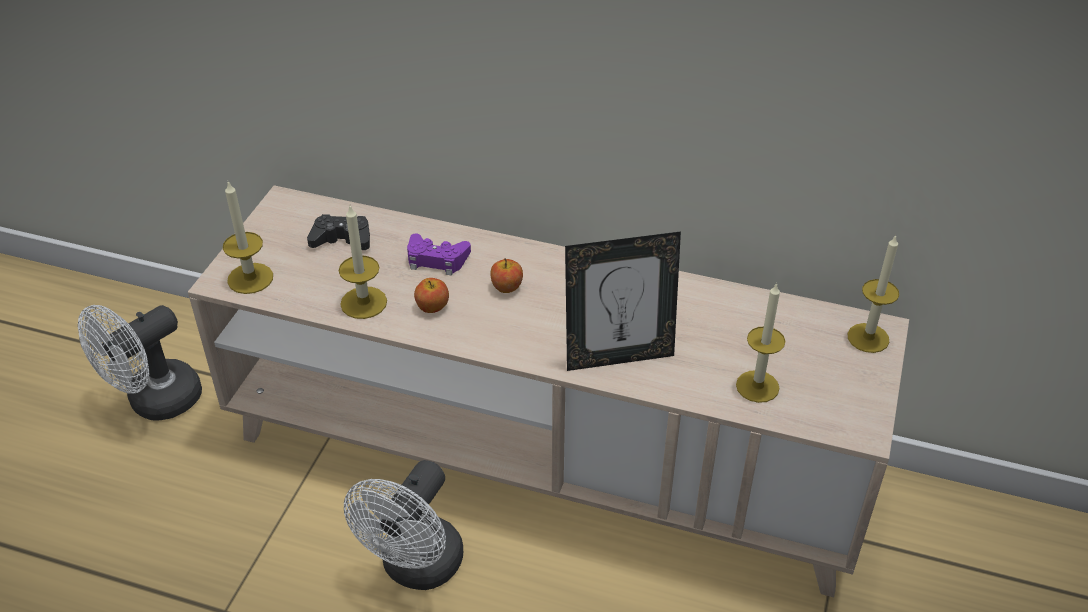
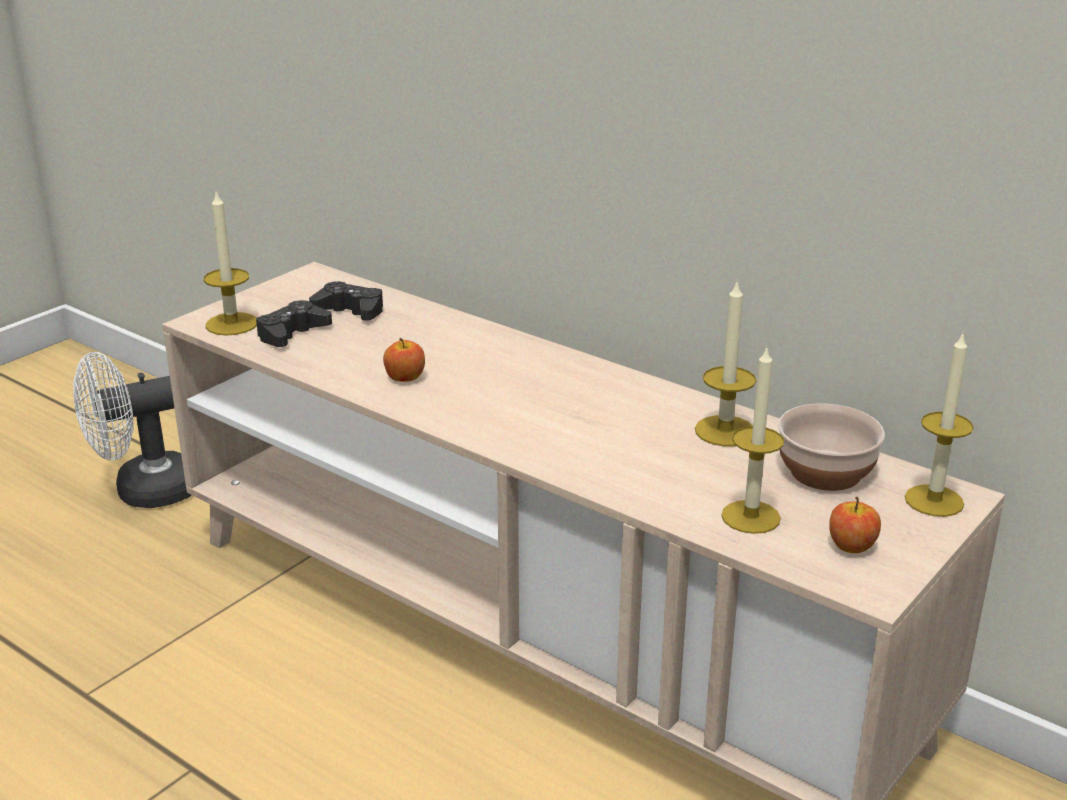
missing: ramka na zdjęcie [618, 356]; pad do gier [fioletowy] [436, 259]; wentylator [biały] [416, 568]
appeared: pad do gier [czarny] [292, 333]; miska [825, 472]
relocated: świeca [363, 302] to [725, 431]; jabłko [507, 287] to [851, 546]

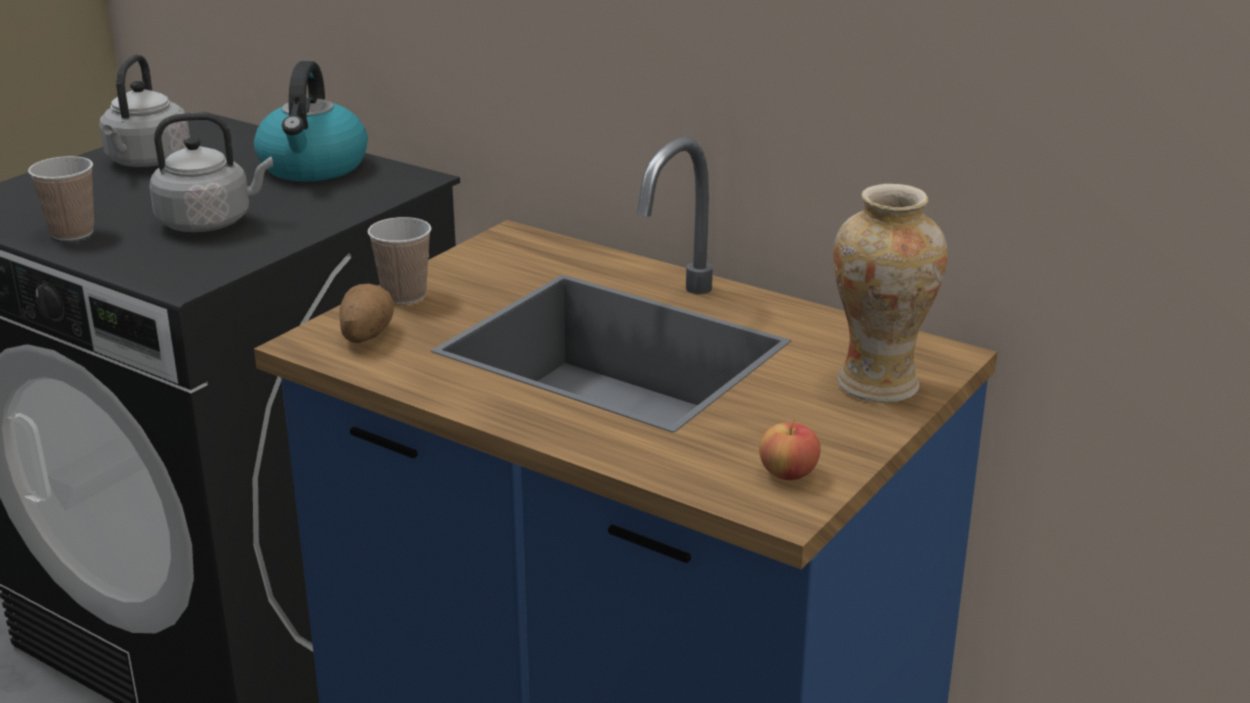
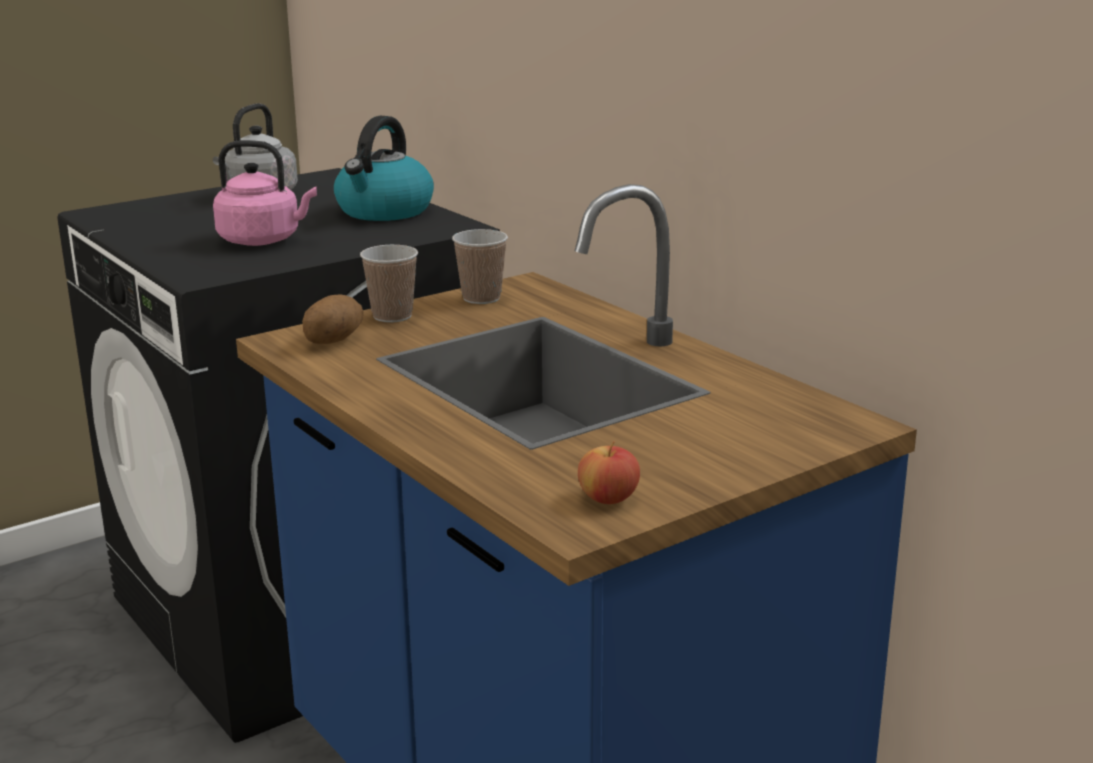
missing: wazon [878, 385]
relocated: filiżanka [72, 233] to [481, 298]
colour: czajnik [szary] [210, 222] to czajnik [różowy] [264, 240]

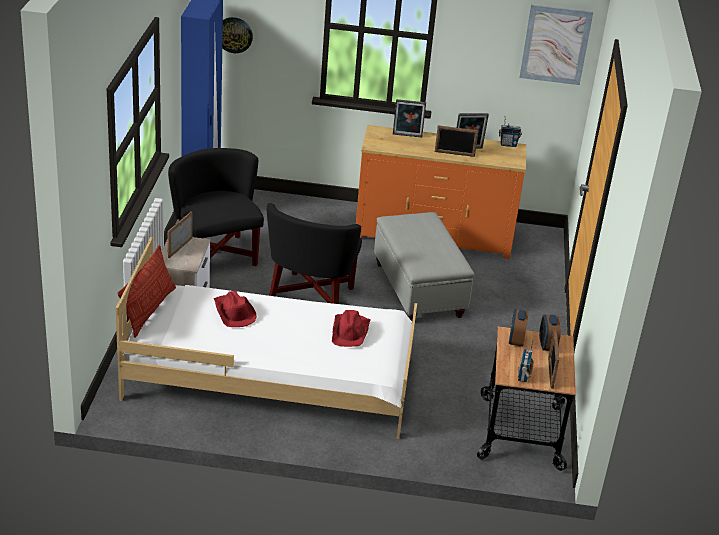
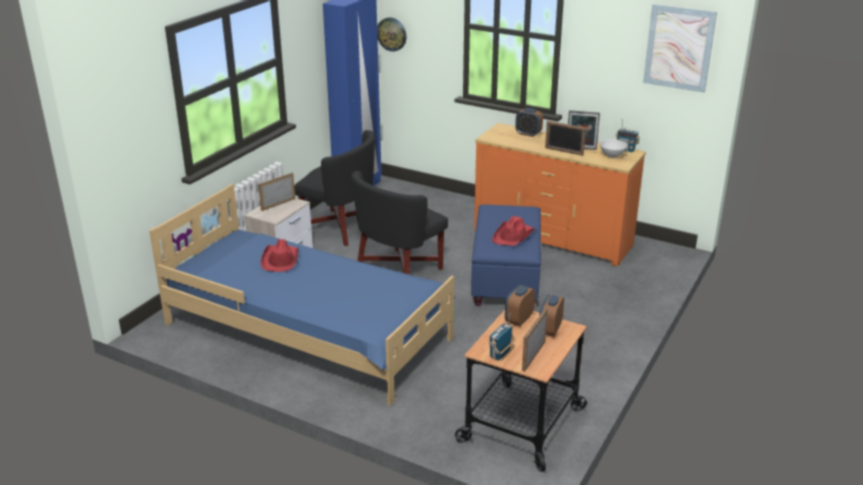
missing: poduszka [149, 310]
appeared: miska [biały] [612, 156]
relocated: kapelusz [czerwony] [350, 331] to [514, 236]
exchanged: ramka na zdjęcie [407, 136] to budzik [528, 134]
colour: pufa [szary] [419, 290] to pufa [niebieski] [505, 280]; łóżko [biały] [271, 379] to łóżko [niebieski] [309, 330]
spun: fotel [czarny] [217, 256] = [340, 227] 120 degrees clockwise

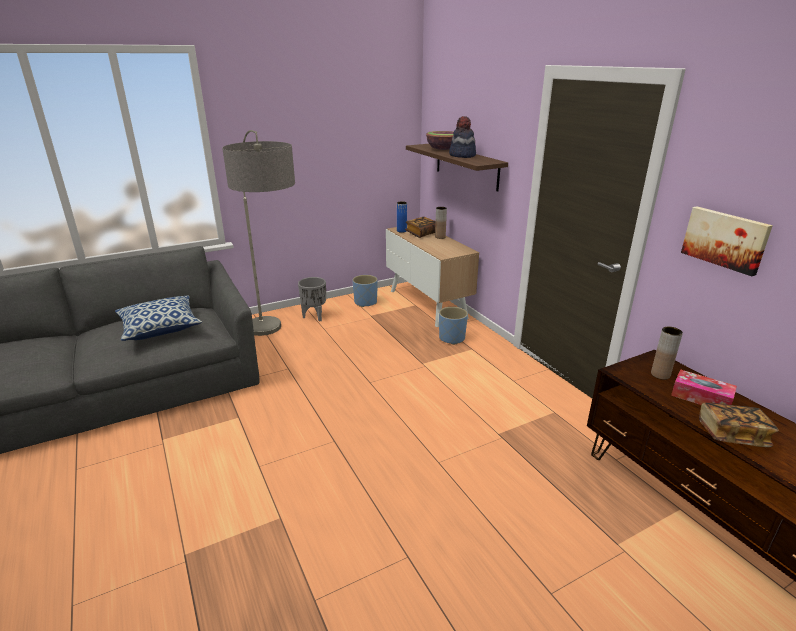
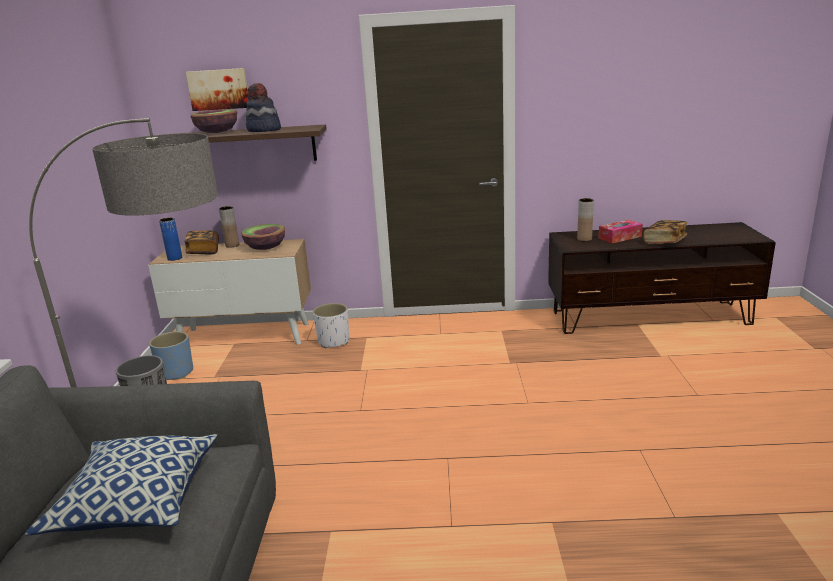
appeared: miska [265, 248]
relocated: obraz [725, 239] to [219, 89]
colour: donica [niebieski] [452, 338] to donica [biały] [334, 341]

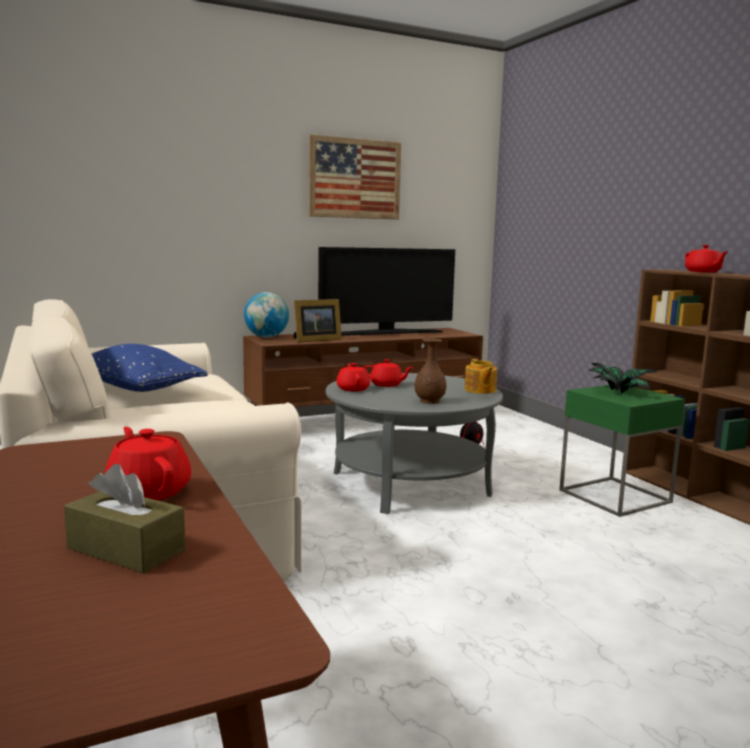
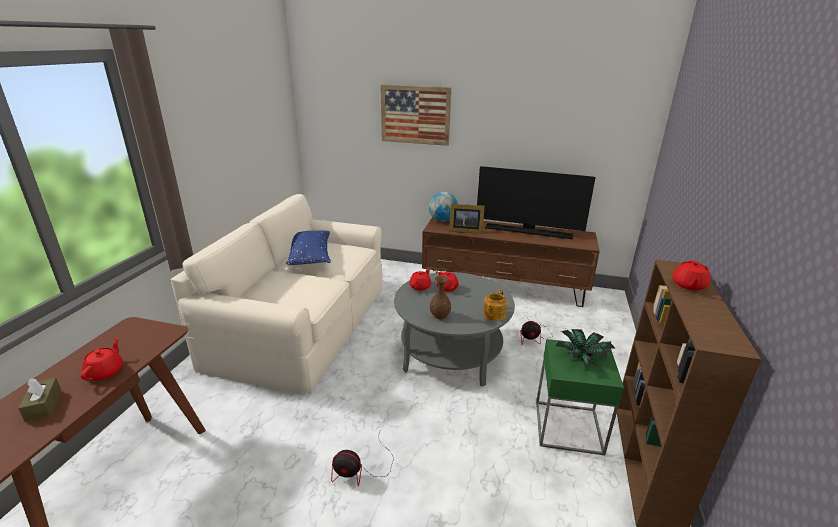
appeared: wentylator [360, 470]
relocated: obraz [355, 178] to [415, 115]

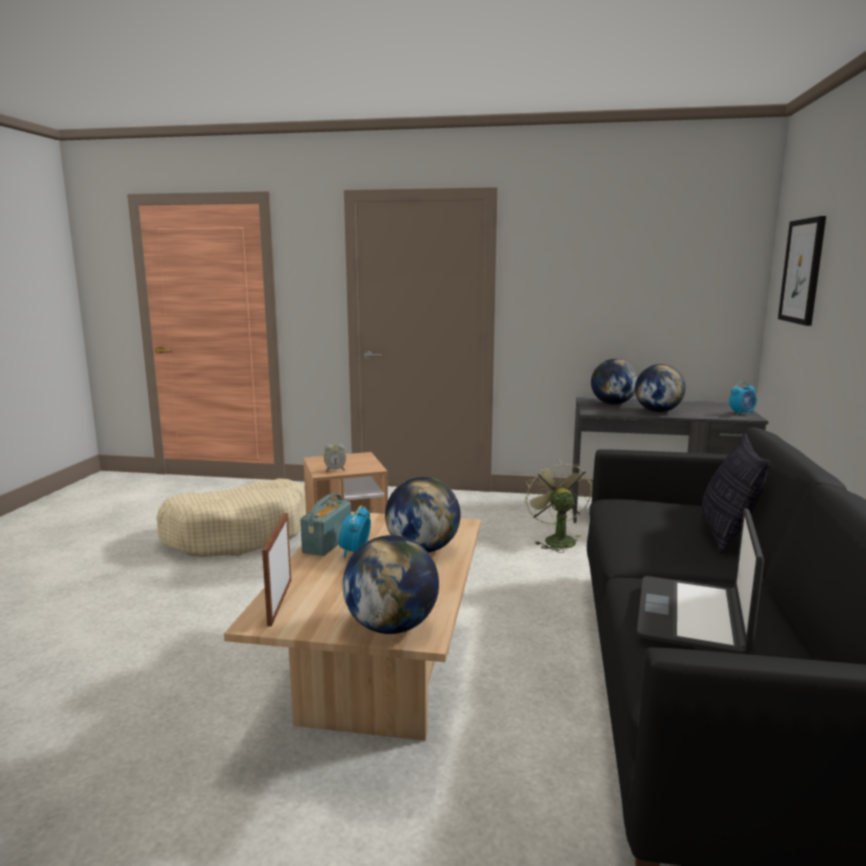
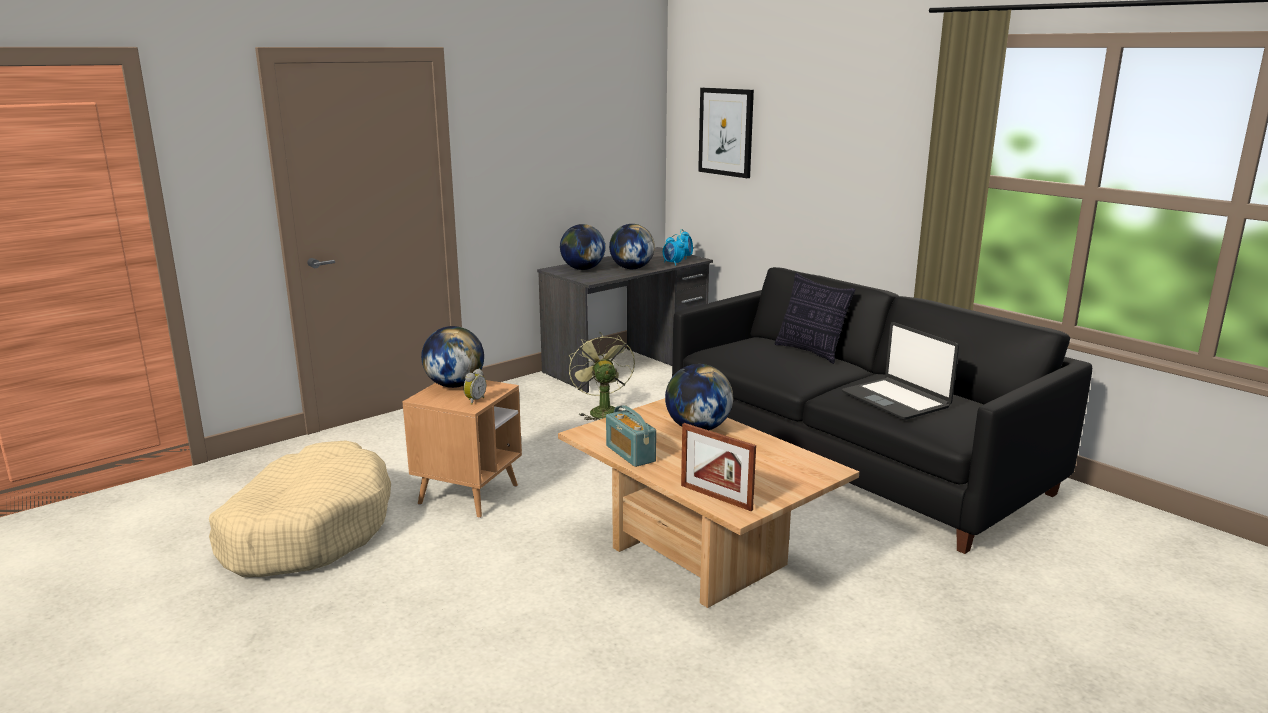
relocated: budzik [355, 553] to [673, 263]; globus [391, 627] to [454, 385]
spun: wentylator [zielony] [556, 540] = [601, 411] 45 degrees clockwise

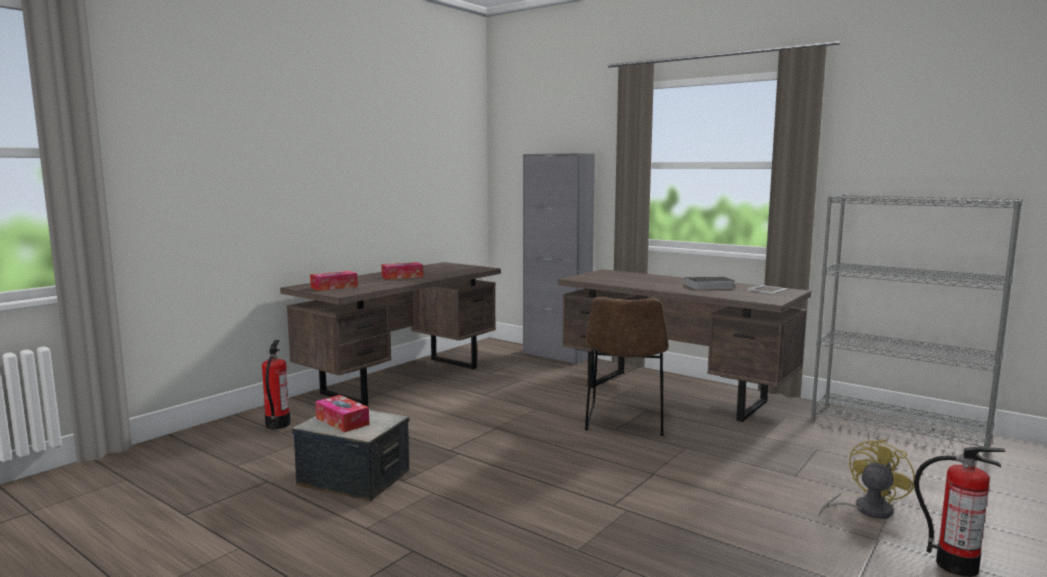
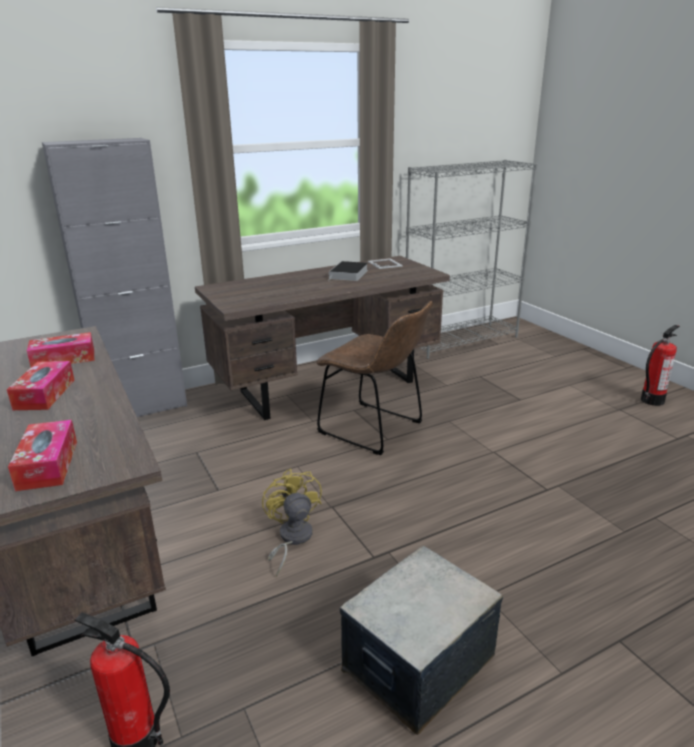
relocated: pudełko chusteczek [342, 421] to [63, 359]; wentylator [żółty] [865, 510] to [291, 539]

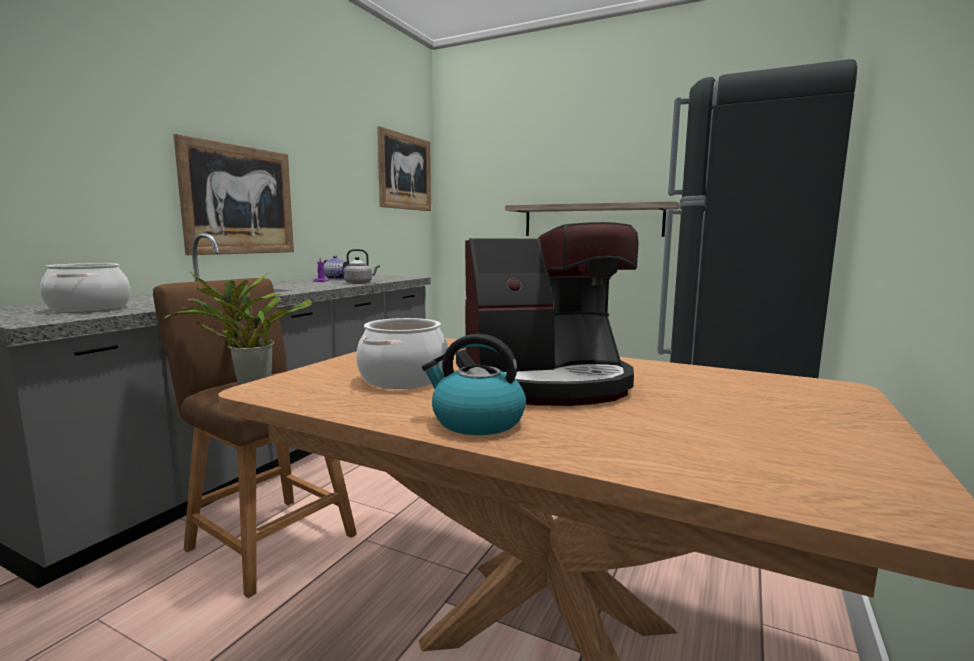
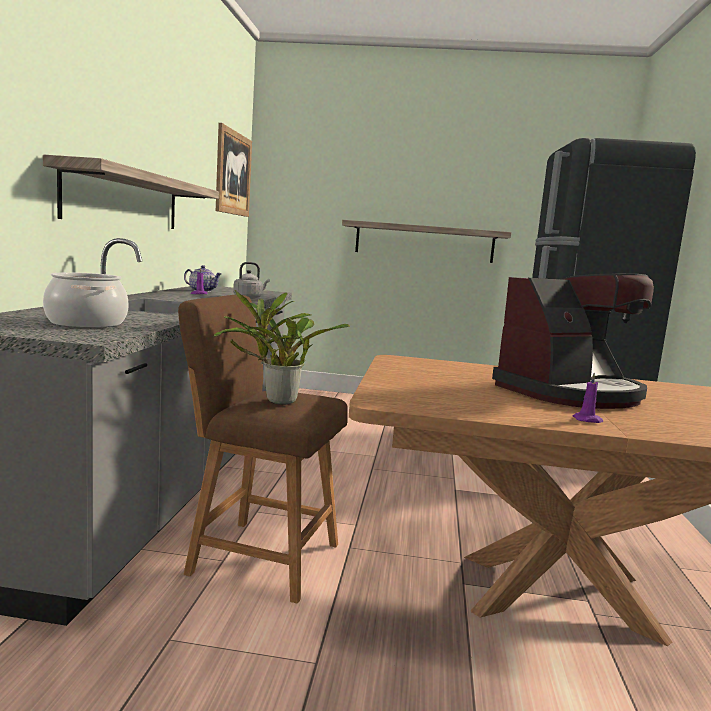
missing: garnek [404, 379]
exchanged: obraz [239, 200] to półka [125, 200]; czajnik [476, 421] to świeca [fioletowy] [588, 420]

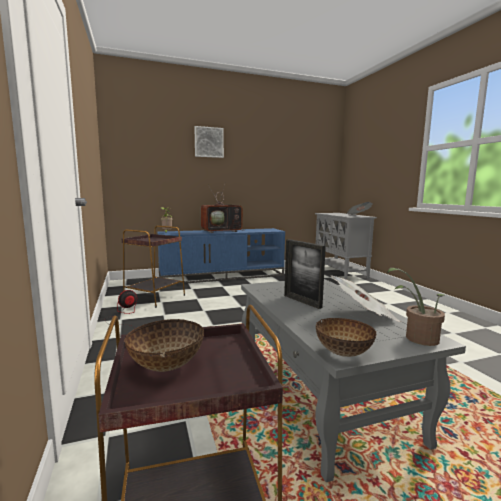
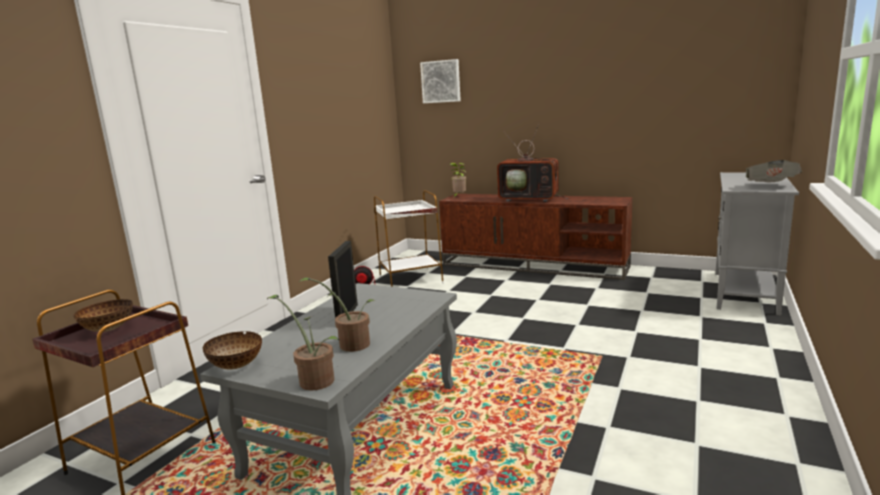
relocated: obraz [208, 142] to [441, 81]
exchanged: gazeta [364, 315] to roślina doniczkowa [350, 345]
colour: stolik [brązowy] [155, 297] to stolik [biały] [411, 280]; szafka pod telewizor [niebieski] [223, 276] to szafka pod telewizor [brązowy] [534, 265]

